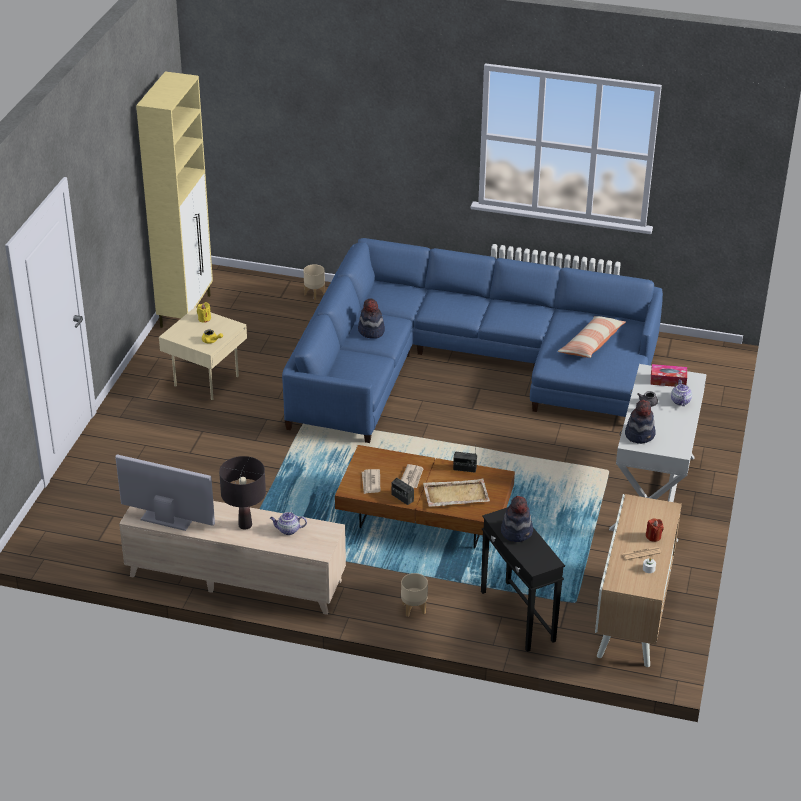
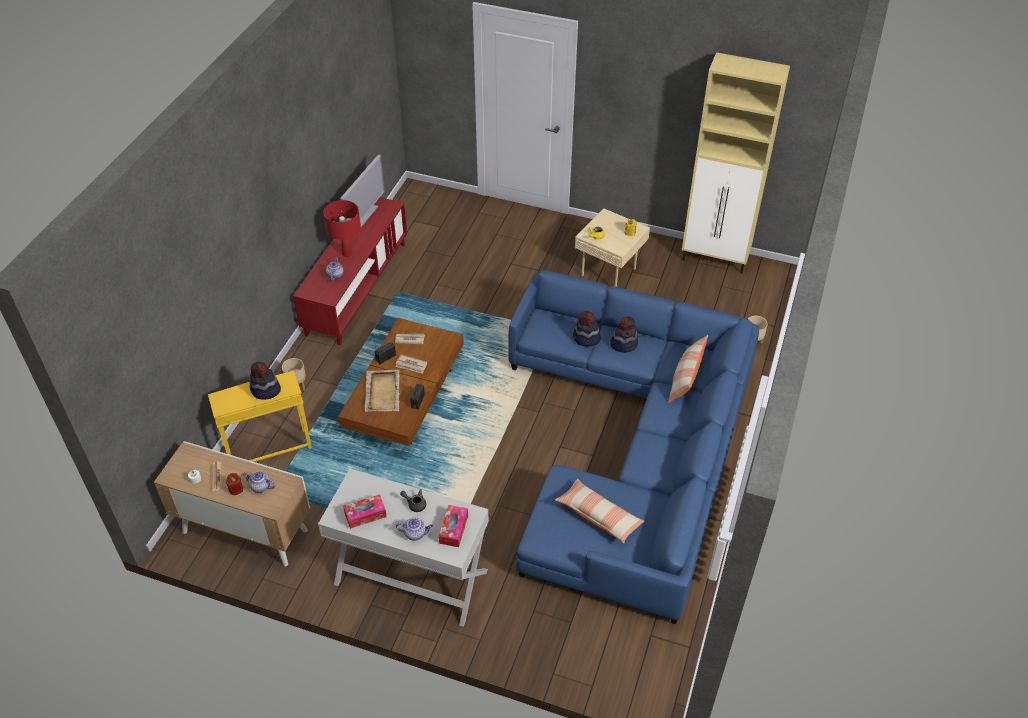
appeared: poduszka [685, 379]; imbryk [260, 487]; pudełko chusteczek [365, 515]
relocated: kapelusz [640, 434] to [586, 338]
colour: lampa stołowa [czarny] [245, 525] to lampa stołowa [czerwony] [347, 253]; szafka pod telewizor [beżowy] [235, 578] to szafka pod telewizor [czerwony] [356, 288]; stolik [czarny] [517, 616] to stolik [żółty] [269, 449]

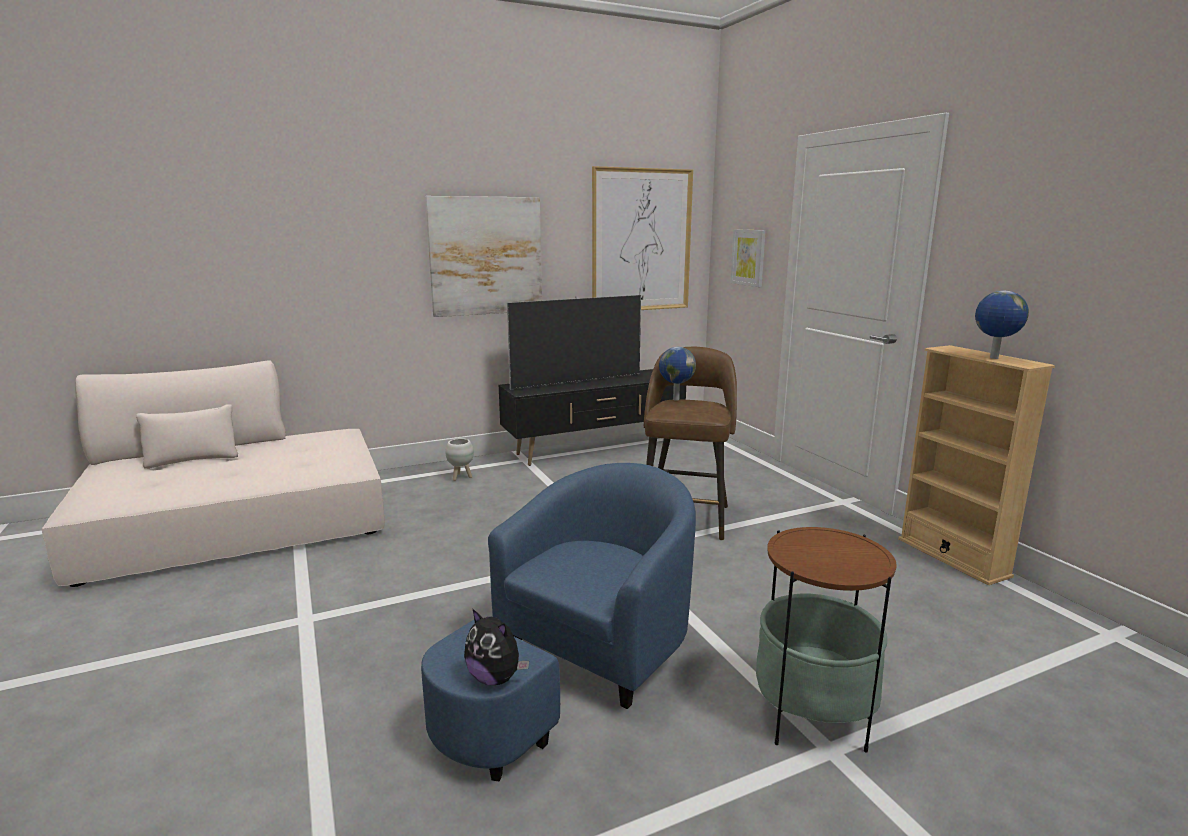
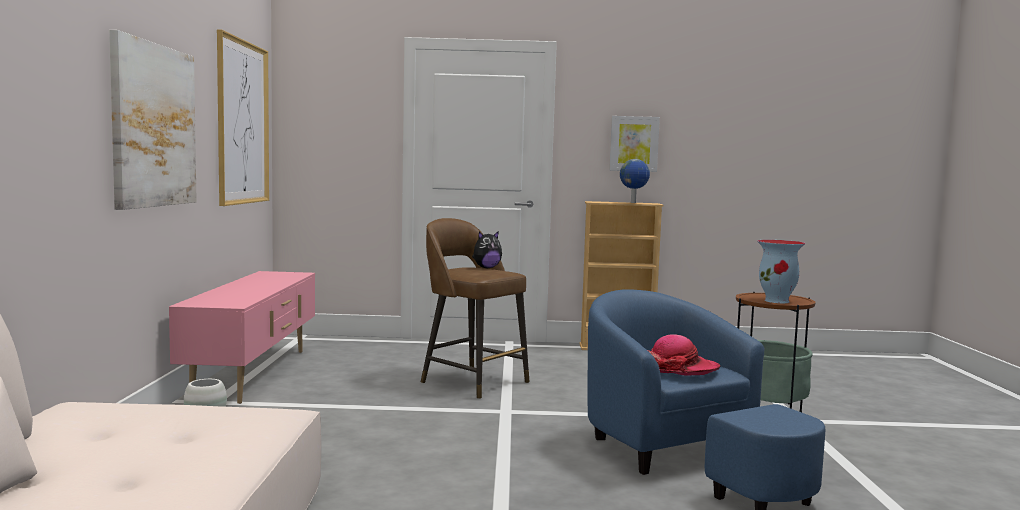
missing: telewizor [577, 381]; globus [675, 399]
appeared: wazon [777, 301]; kapelusz [675, 368]
relocated: obraz [748, 257] to [634, 144]; pluszak [495, 678] to [486, 268]
colour: szafka pod telewizor [czarny] [595, 449] to szafka pod telewizor [różowy] [254, 374]

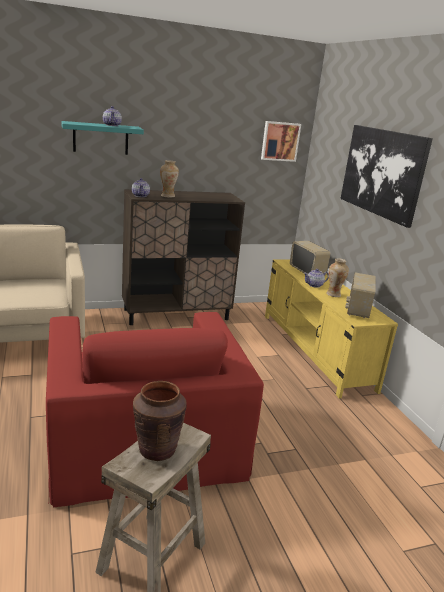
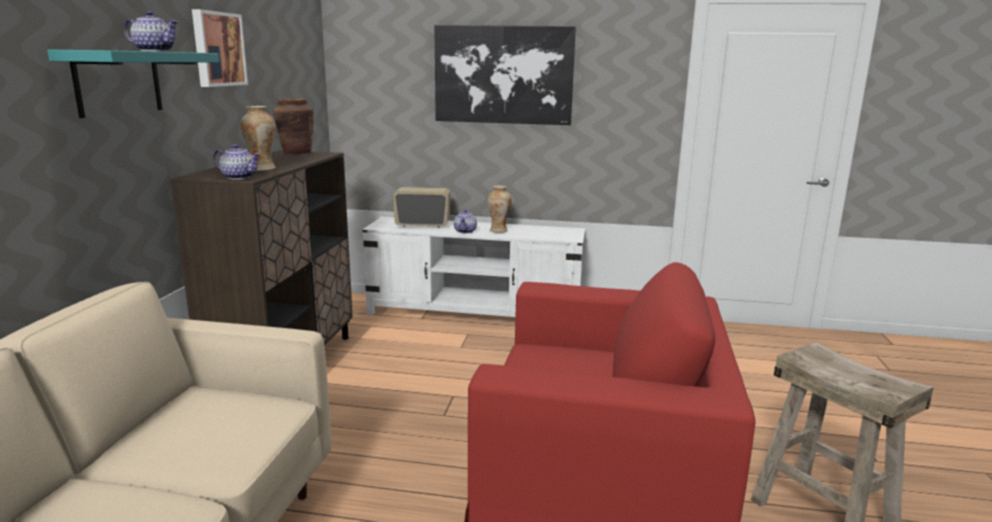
missing: radio [357, 310]
relocated: obraz [280, 141] to [217, 49]; wazon [brązowy] [157, 449] to [296, 153]
colour: szafka pod telewizor [żółty] [315, 350] to szafka pod telewizor [biały] [475, 312]

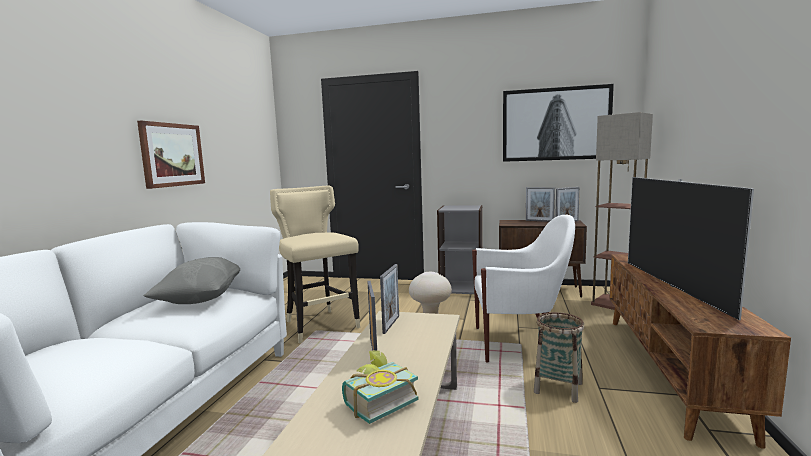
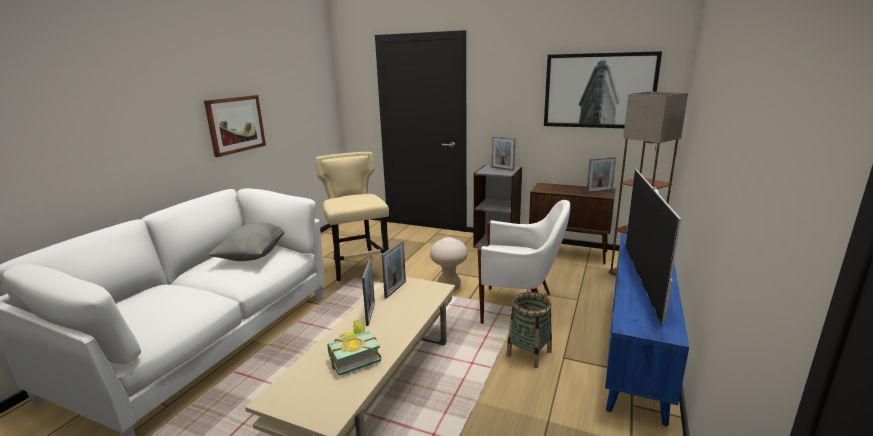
relocated: ramka na zdjęcie [539, 221] to [502, 168]
colour: szafka pod telewizor [brązowy] [669, 369] to szafka pod telewizor [niebieski] [637, 347]

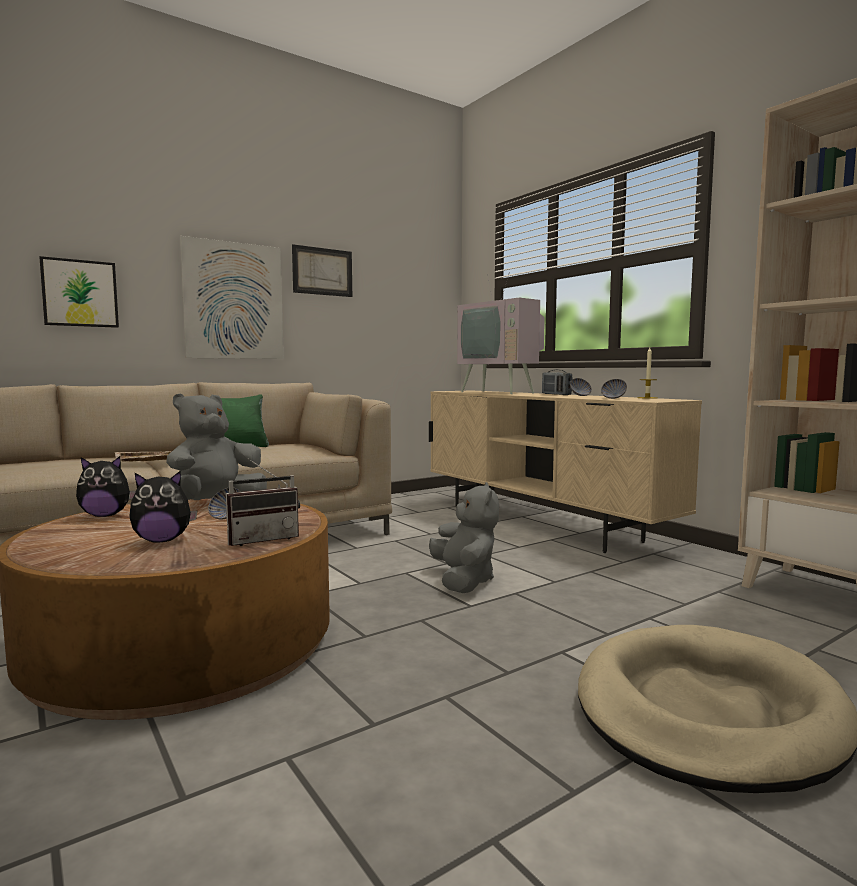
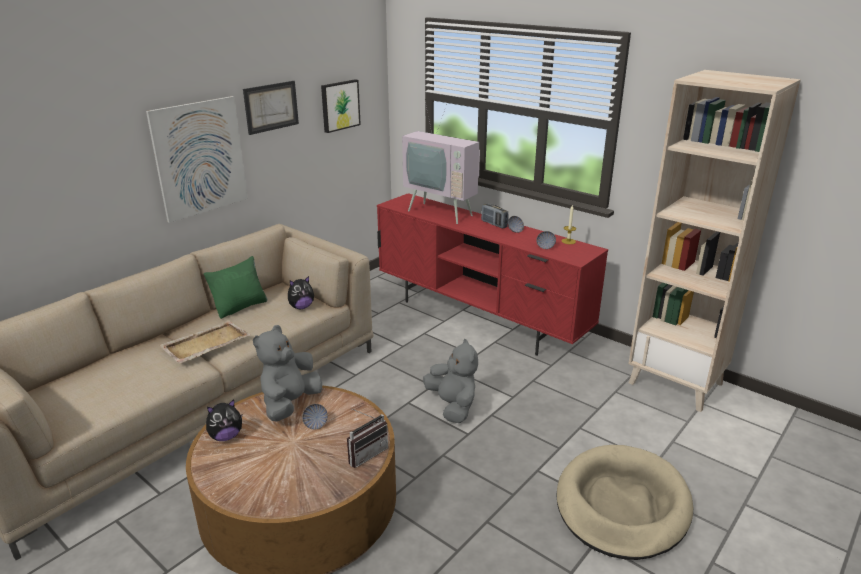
relocated: obraz [80, 293] to [339, 105]; pluszak [162, 540] to [301, 307]
colour: szafka pod telewizor [beżowy] [540, 523] to szafka pod telewizor [czerwony] [480, 319]

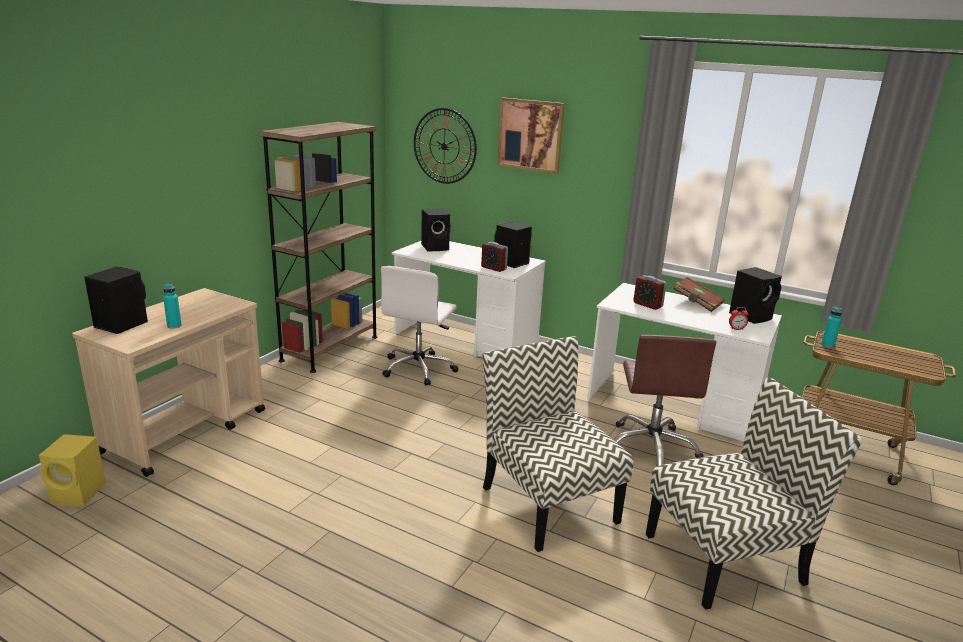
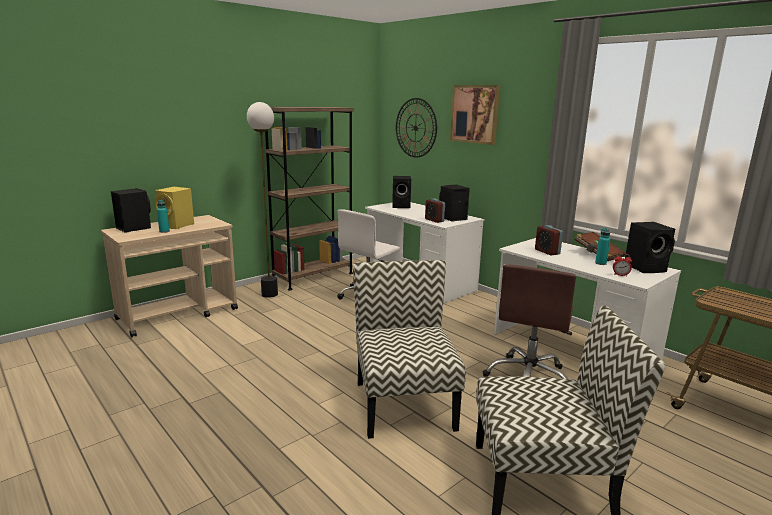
appeared: lampa stojąca [270, 294]
relocated: butelka [turkusowy] [827, 345] to [600, 263]; głośnik [żółty] [80, 494] to [177, 225]

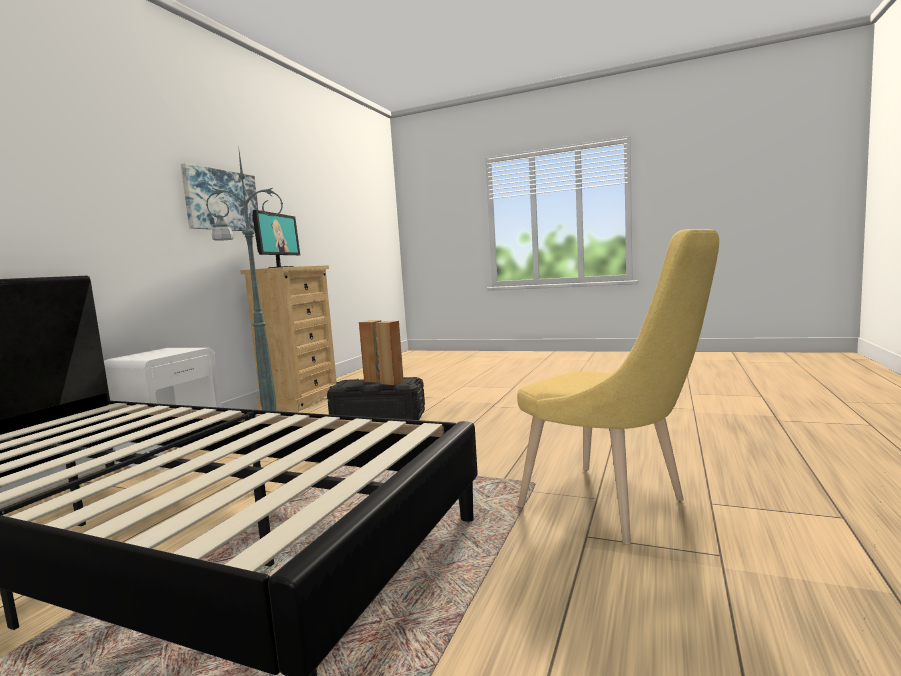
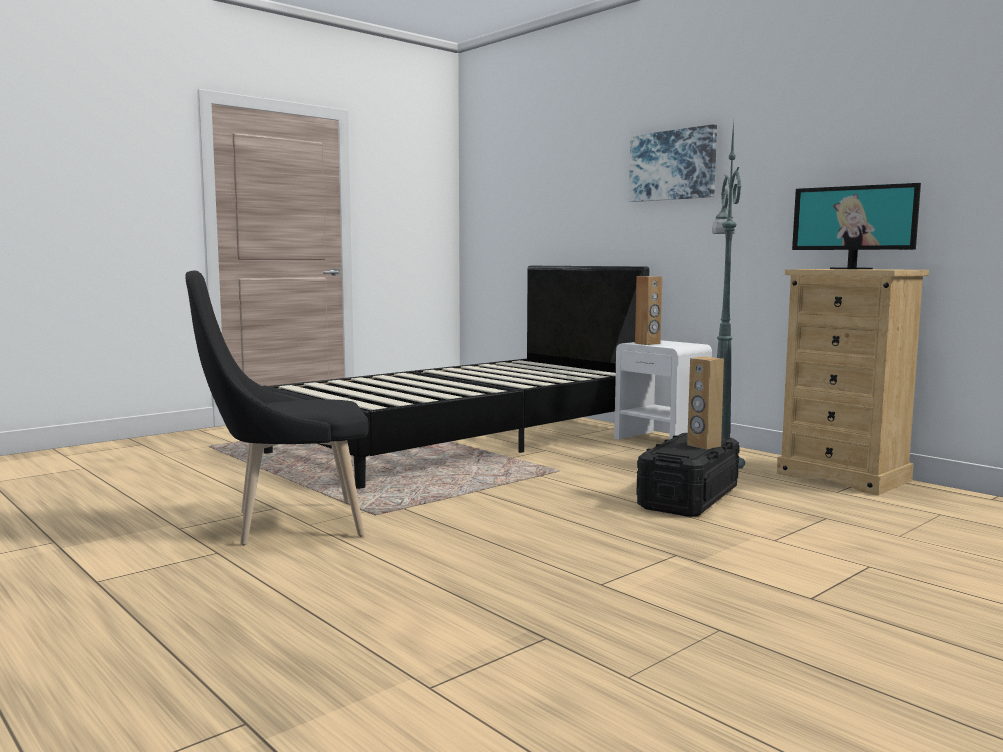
relocated: obraz [221, 200] to [673, 165]; głośnik [brązowy] [392, 382] to [647, 343]
colour: krzesło [żółty] [612, 506] to krzesło [czarny] [288, 524]

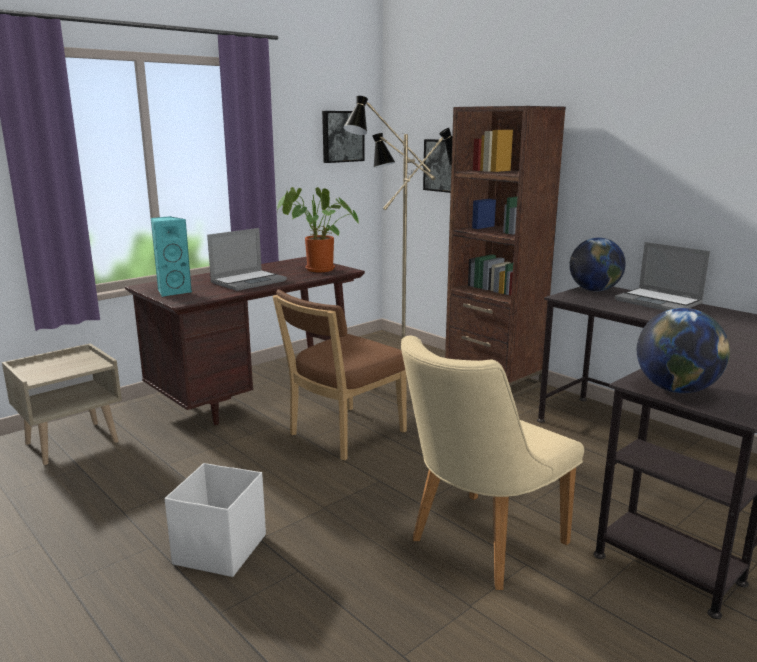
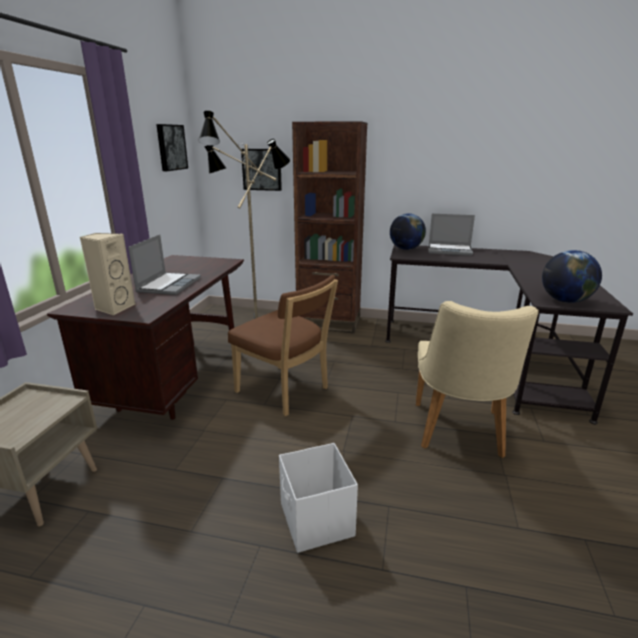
missing: roślina doniczkowa [316, 269]
colour: głośnik [turkusowy] [173, 291] to głośnik [beżowy] [114, 308]
spun: krzesło [brązowy] [343, 435] = [285, 392] 60 degrees counterclockwise

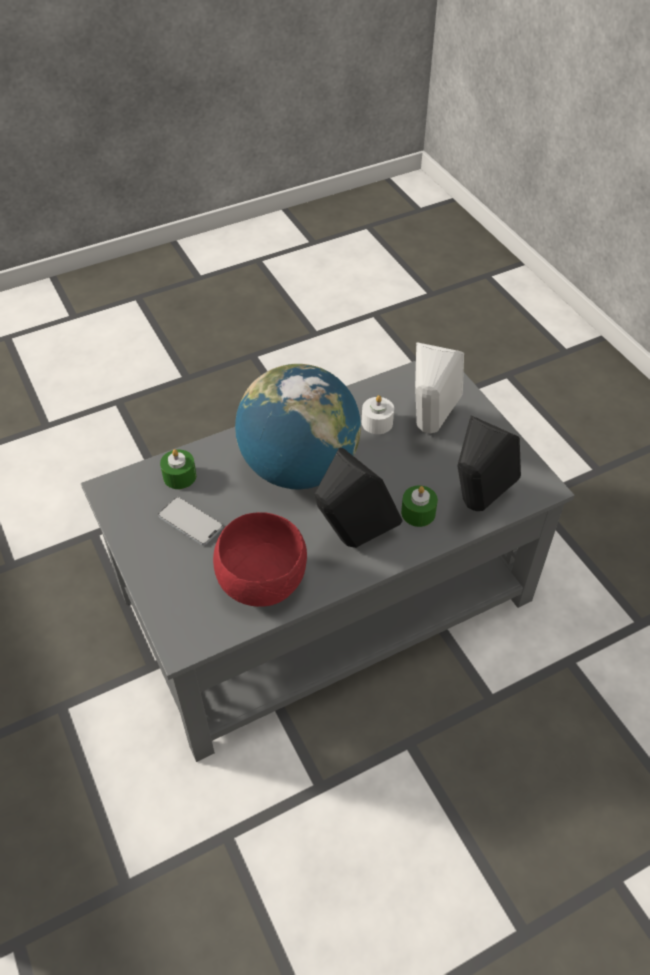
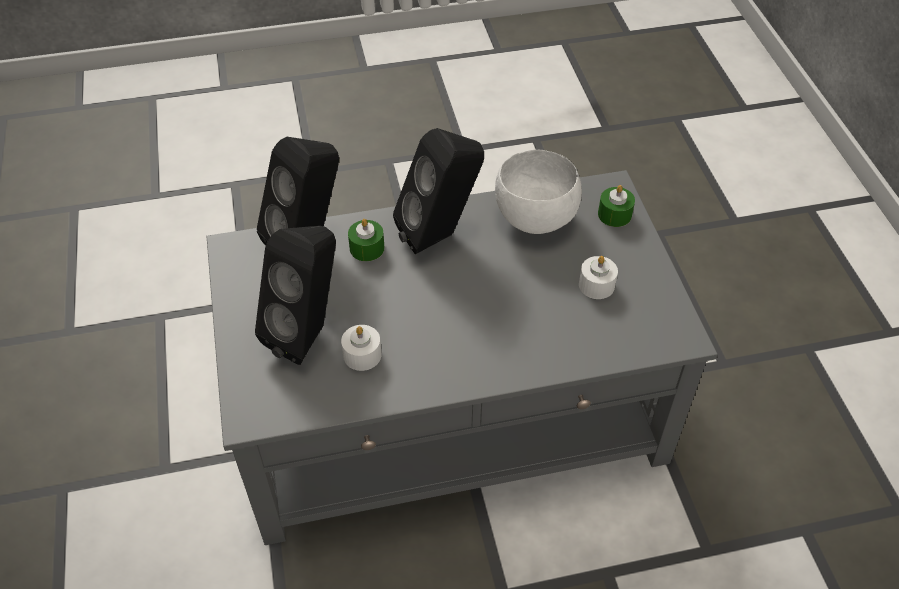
missing: globus [299, 468]
relocated: świeca [zielony] [179, 476] to [614, 214]
exchanged: telefon [190, 522] to świeca [biały] [596, 285]
colour: głośnik [biały] [428, 430] to głośnik [czarny] [309, 333]; miska [czerwony] [264, 582] to miska [biały] [533, 218]

